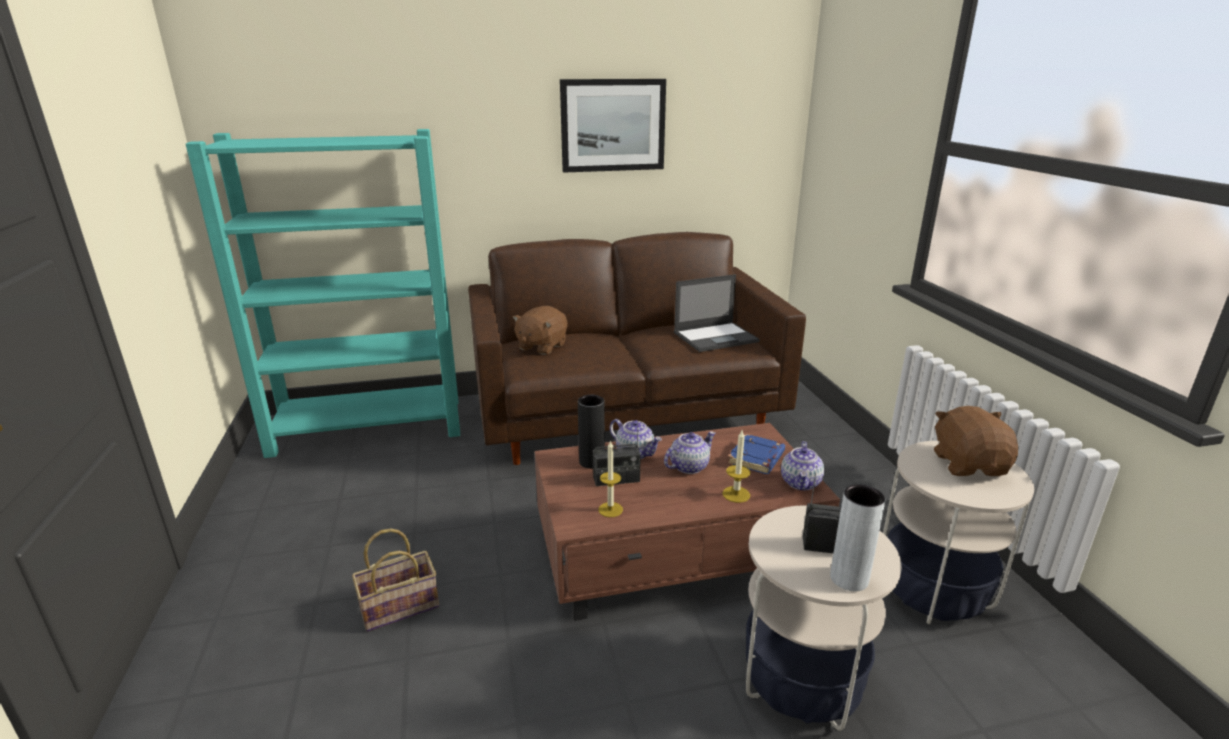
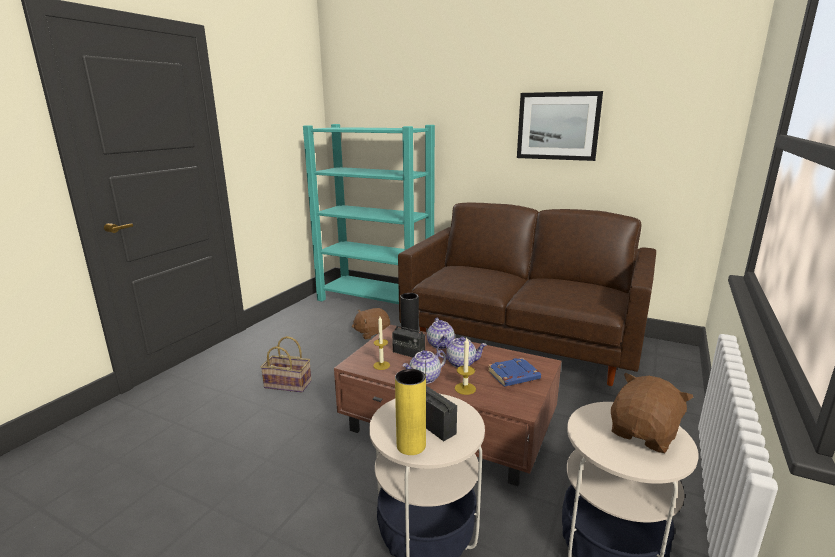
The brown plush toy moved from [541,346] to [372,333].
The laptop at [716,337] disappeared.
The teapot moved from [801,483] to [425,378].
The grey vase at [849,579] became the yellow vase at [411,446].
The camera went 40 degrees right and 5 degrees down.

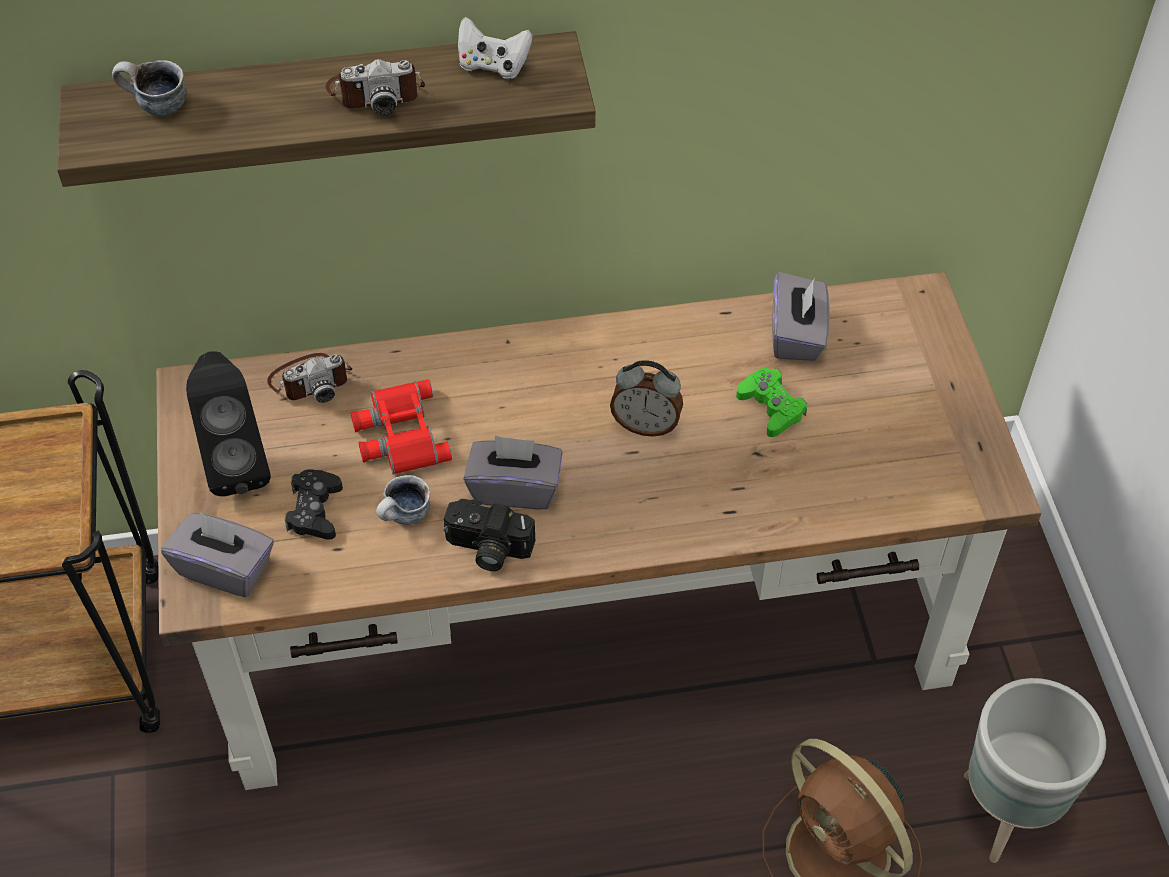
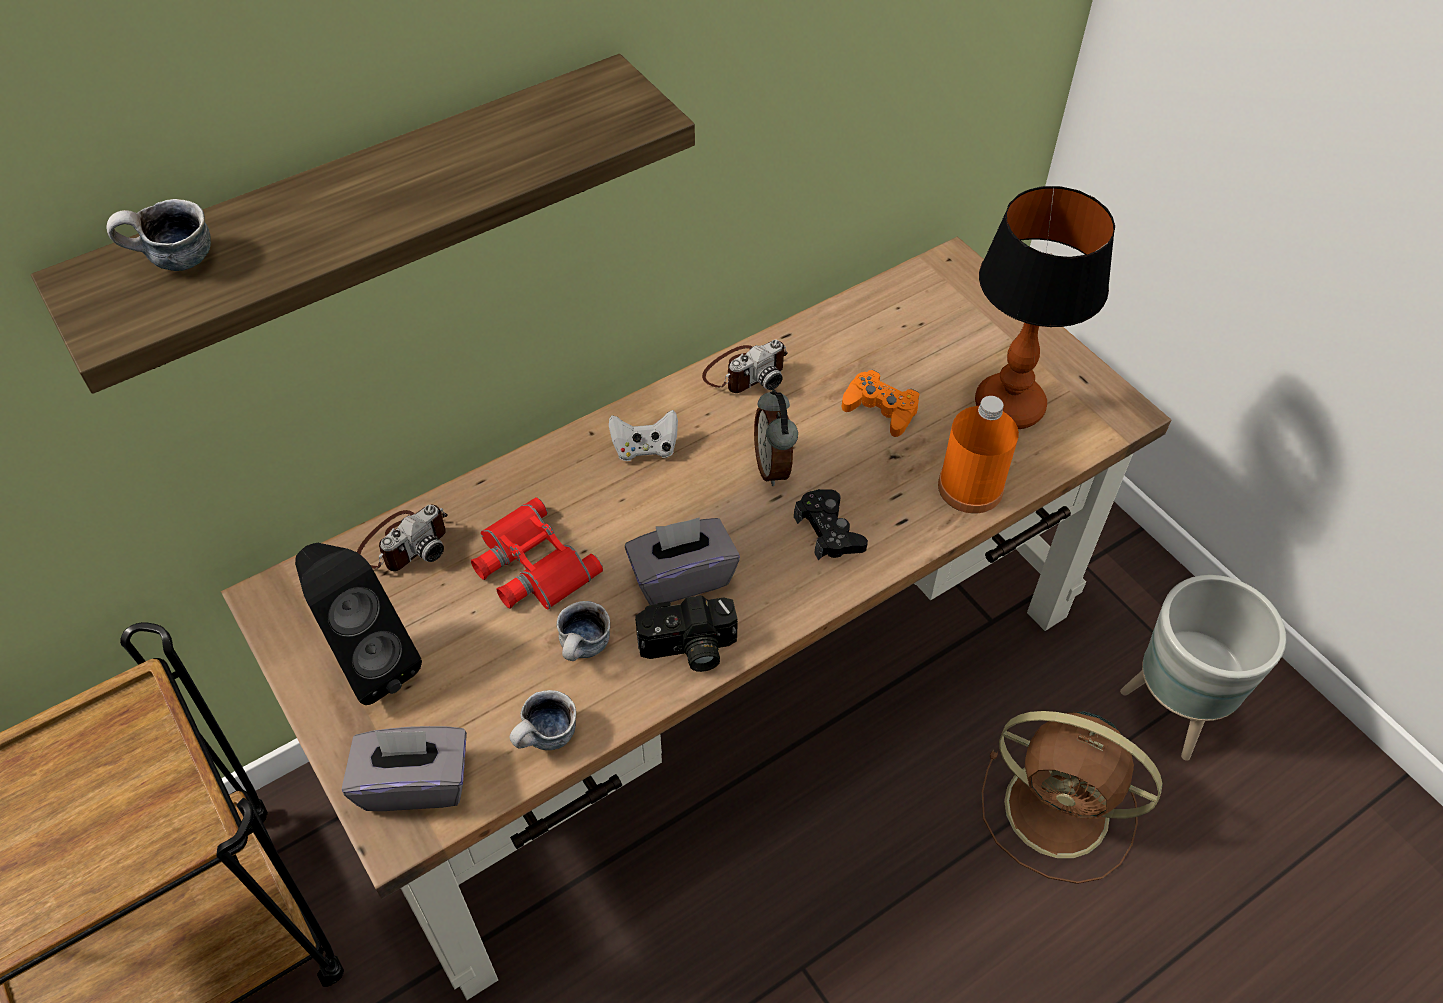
The black game controller moved from [315,511] to [829,531].
The photo camera moved from [376,92] to [745,372].
The white game controller moved from [493,66] to [645,448].
The alarm clock at [646,425] turned 90 degrees clockwise.
The green game controller at [771,407] became the orange game controller at [880,409].
The grey tissue box at [797,335] disappeared.
The mug at [546,739] appeared.
The orange bottle at [970,487] appeared.
The table lamp at [1010,406] appeared.
The camera went 25 degrees left and 0 degrees up.

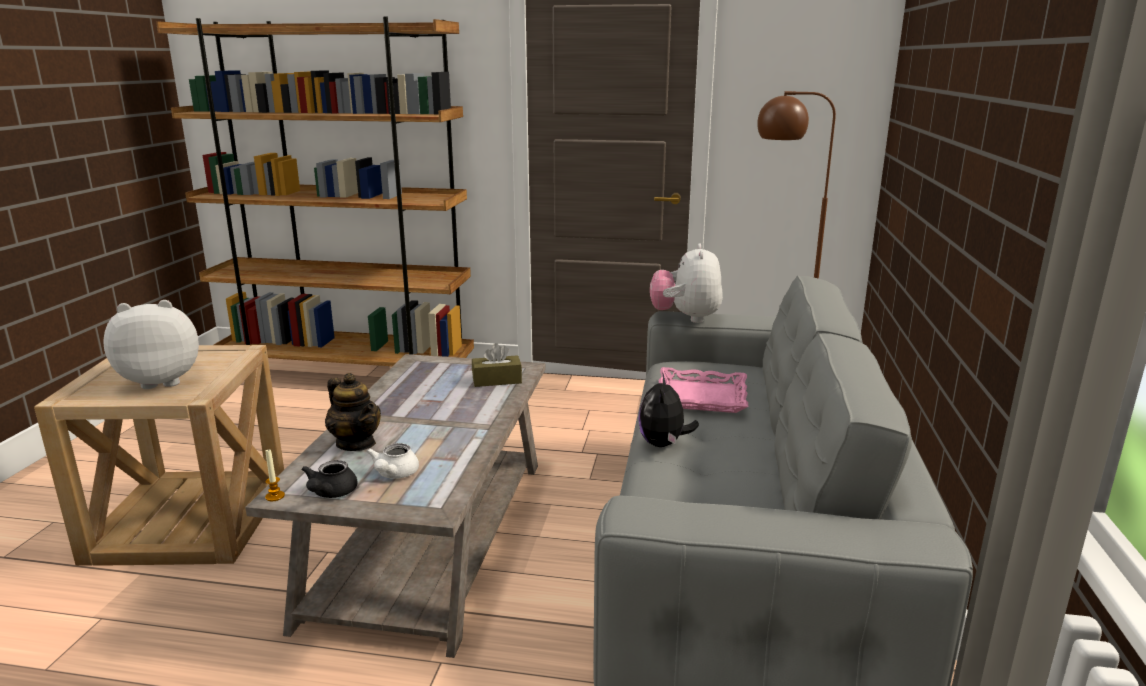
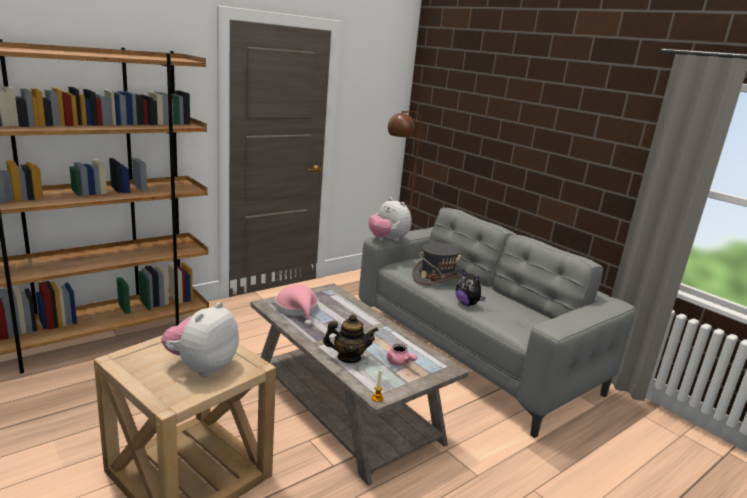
The black teapot at [330,493] disappeared.
The white teapot at [394,474] became the pink teapot at [400,363].
The brown tissue box at [497,380] disappeared.
The pink tray at [701,396] was replaced by the grey hat at [437,278].
The pink hat at [297,309] appeared.
The camera went 50 degrees left and 0 degrees up.

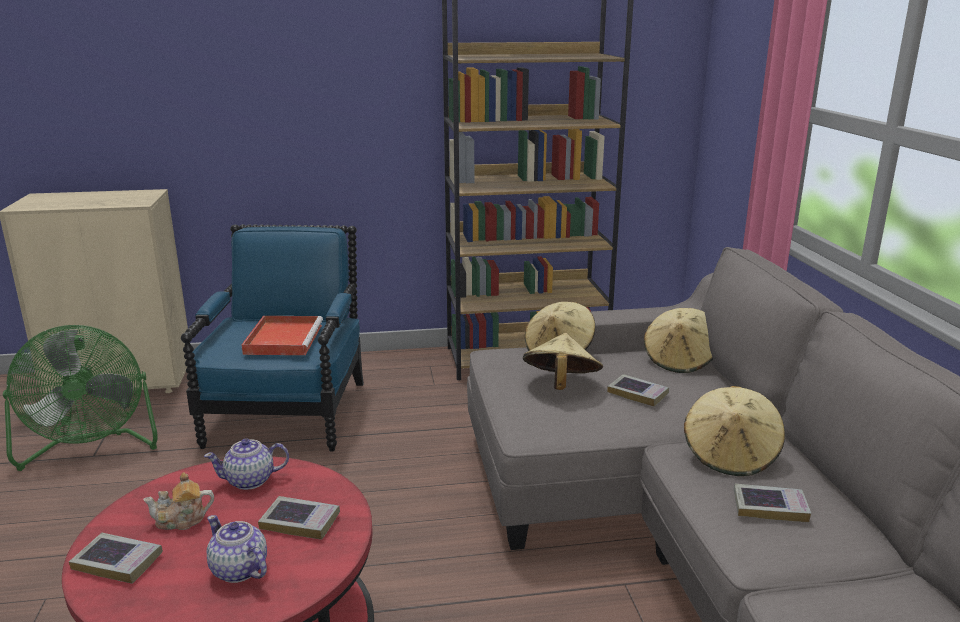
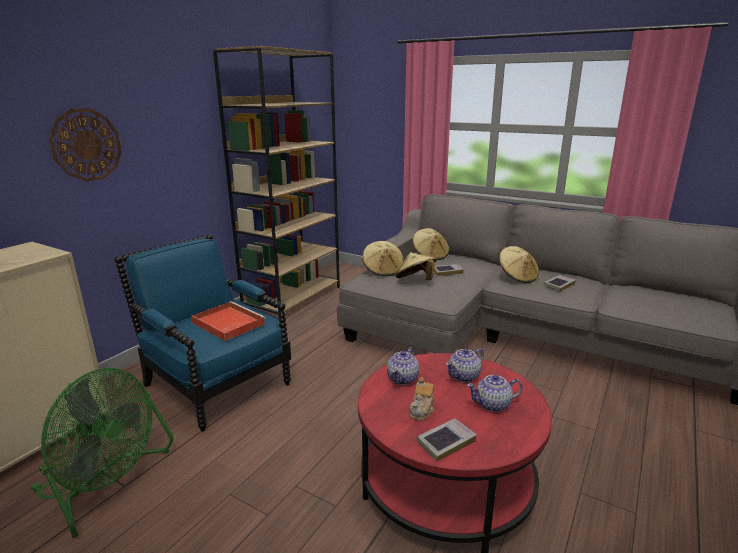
The book at [300,522] was replaced by the teapot at [464,376].
The wall clock at [86,145] appeared.
The camera went 50 degrees left and 0 degrees up.

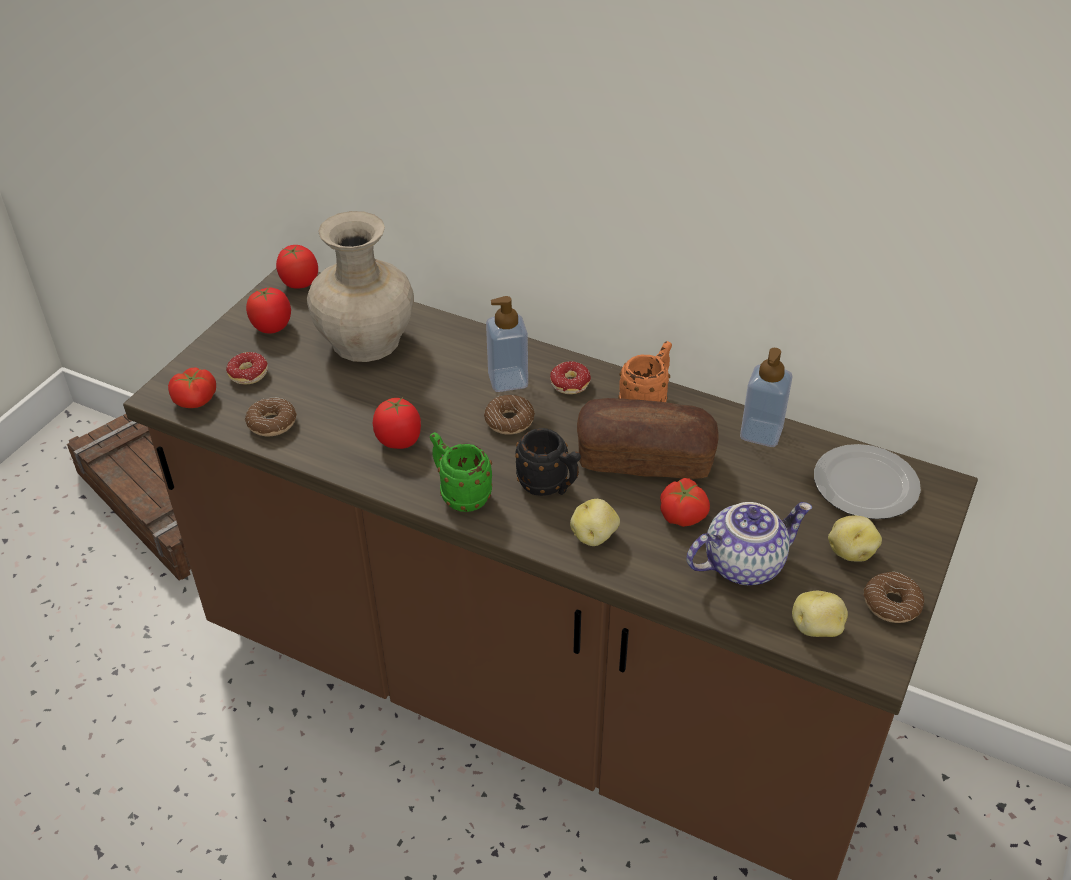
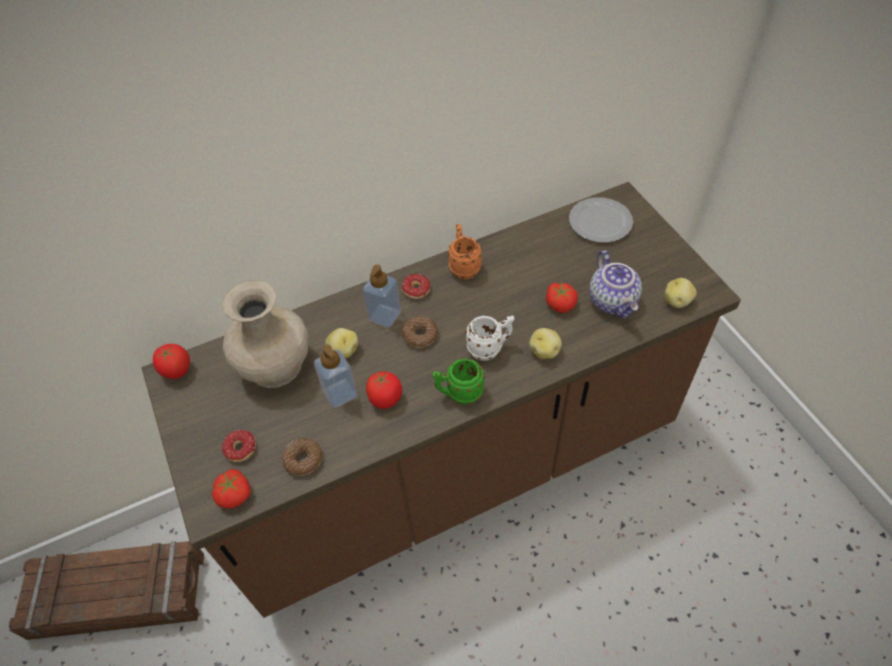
The tomato at [272,327] disappeared.
The black mug at [549,486] became the white mug at [490,348].
The bread at [645,458] disappeared.
The teapot at [743,563] turned 150 degrees clockwise.
The soap dispenser moved from [761,433] to [340,393].
The potato moved from [850,551] to [343,351].
The donut at [891,604] disappeared.
The camera went 50 degrees left and 10 degrees up.

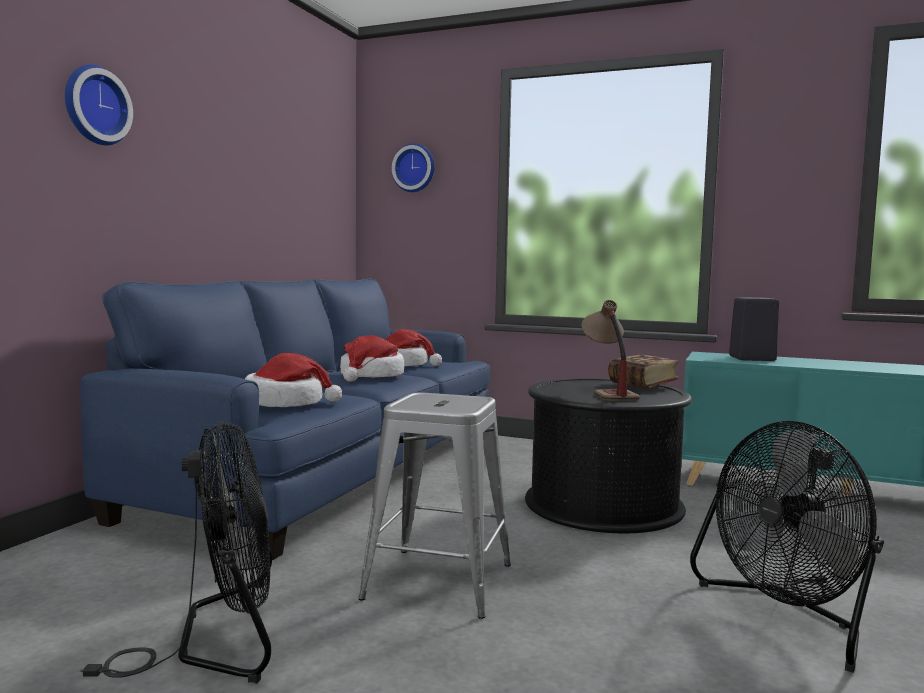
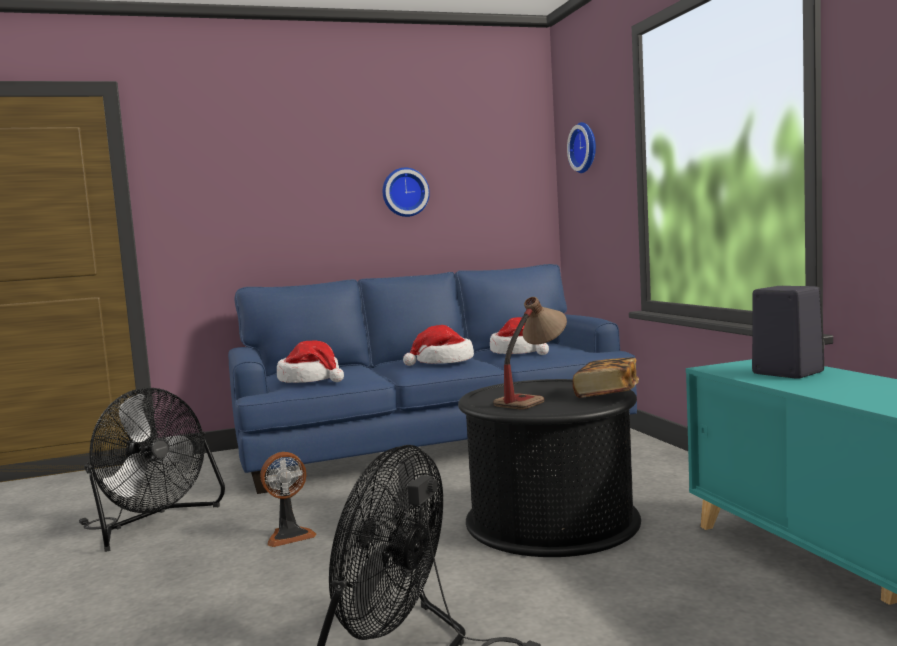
The wall clock moved from [94,106] to [405,192].
The grey stool at [439,582] was replaced by the fan at [289,535].
The camera went 50 degrees right and 0 degrees up.

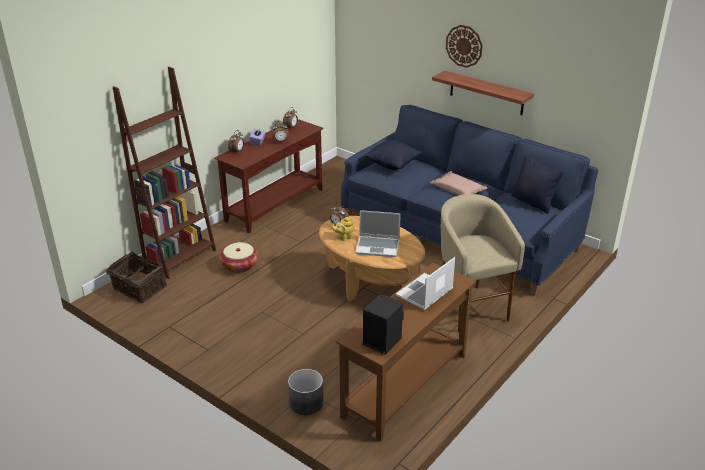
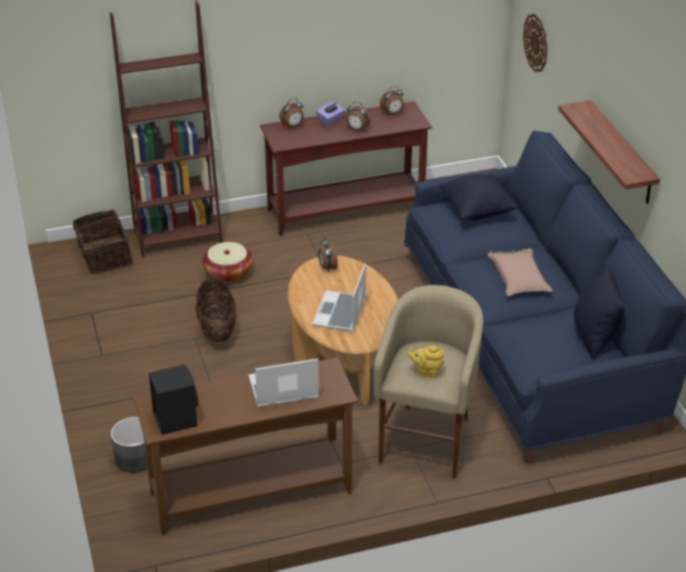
The yellow teapot moved from [344,237] to [427,372].
The laptop at [378,247] turned 60 degrees clockwise.
The wall clock moved from [464,46] to [536,43].
The basket at [217,329] appeared.
The camera went 35 degrees right and 5 degrees up.

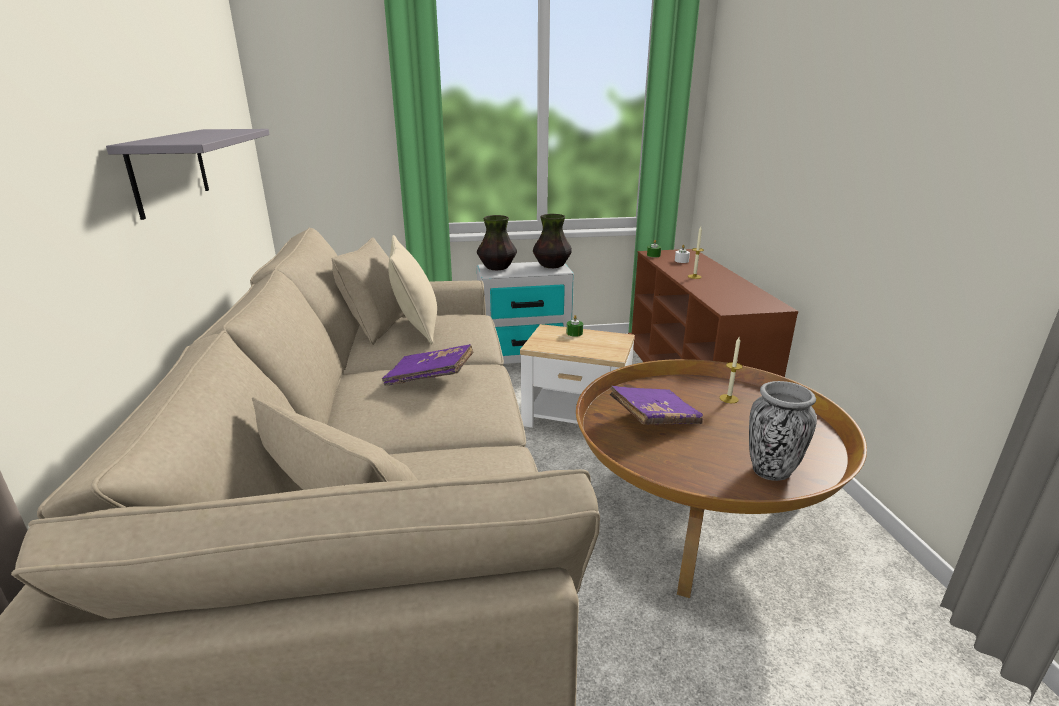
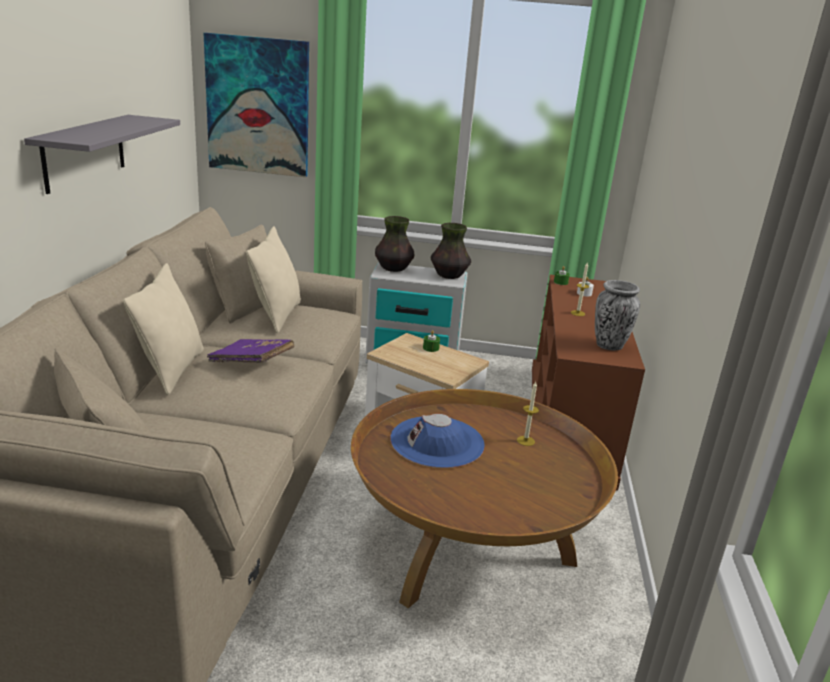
The purple book at [654,418] was replaced by the blue hat at [437,442].
The vase moved from [771,471] to [609,345].
The beige pillow at [171,370] appeared.
The picture at [258,106] appeared.
The camera went 15 degrees right and 0 degrees up.

